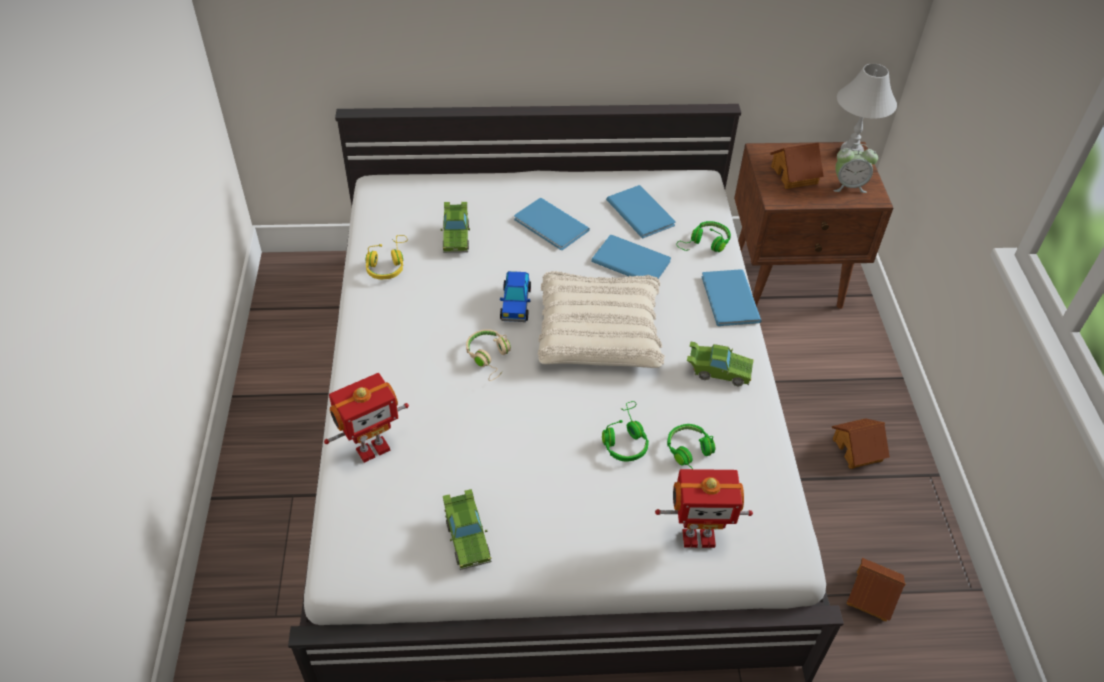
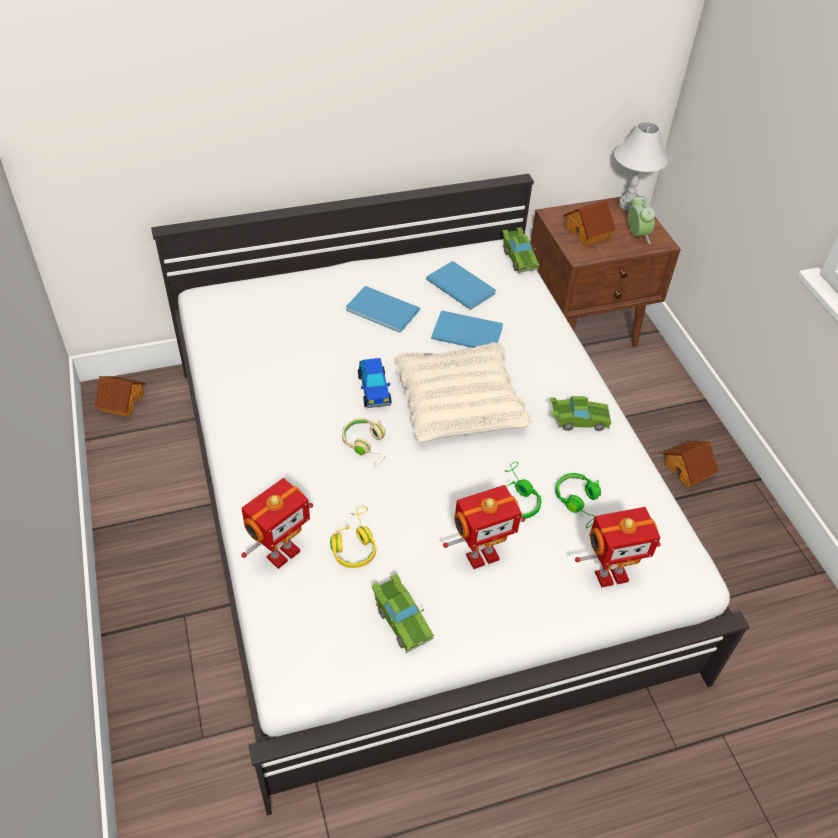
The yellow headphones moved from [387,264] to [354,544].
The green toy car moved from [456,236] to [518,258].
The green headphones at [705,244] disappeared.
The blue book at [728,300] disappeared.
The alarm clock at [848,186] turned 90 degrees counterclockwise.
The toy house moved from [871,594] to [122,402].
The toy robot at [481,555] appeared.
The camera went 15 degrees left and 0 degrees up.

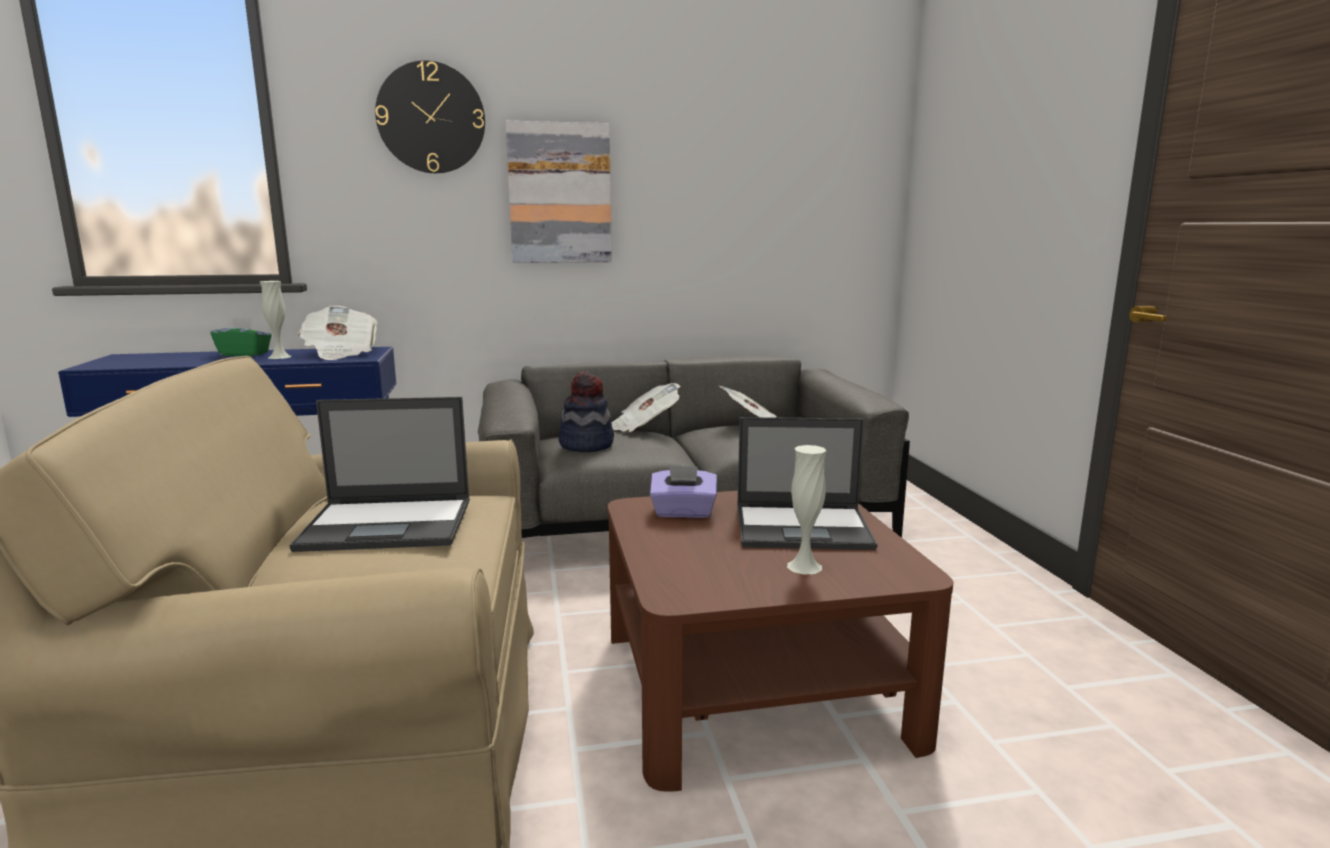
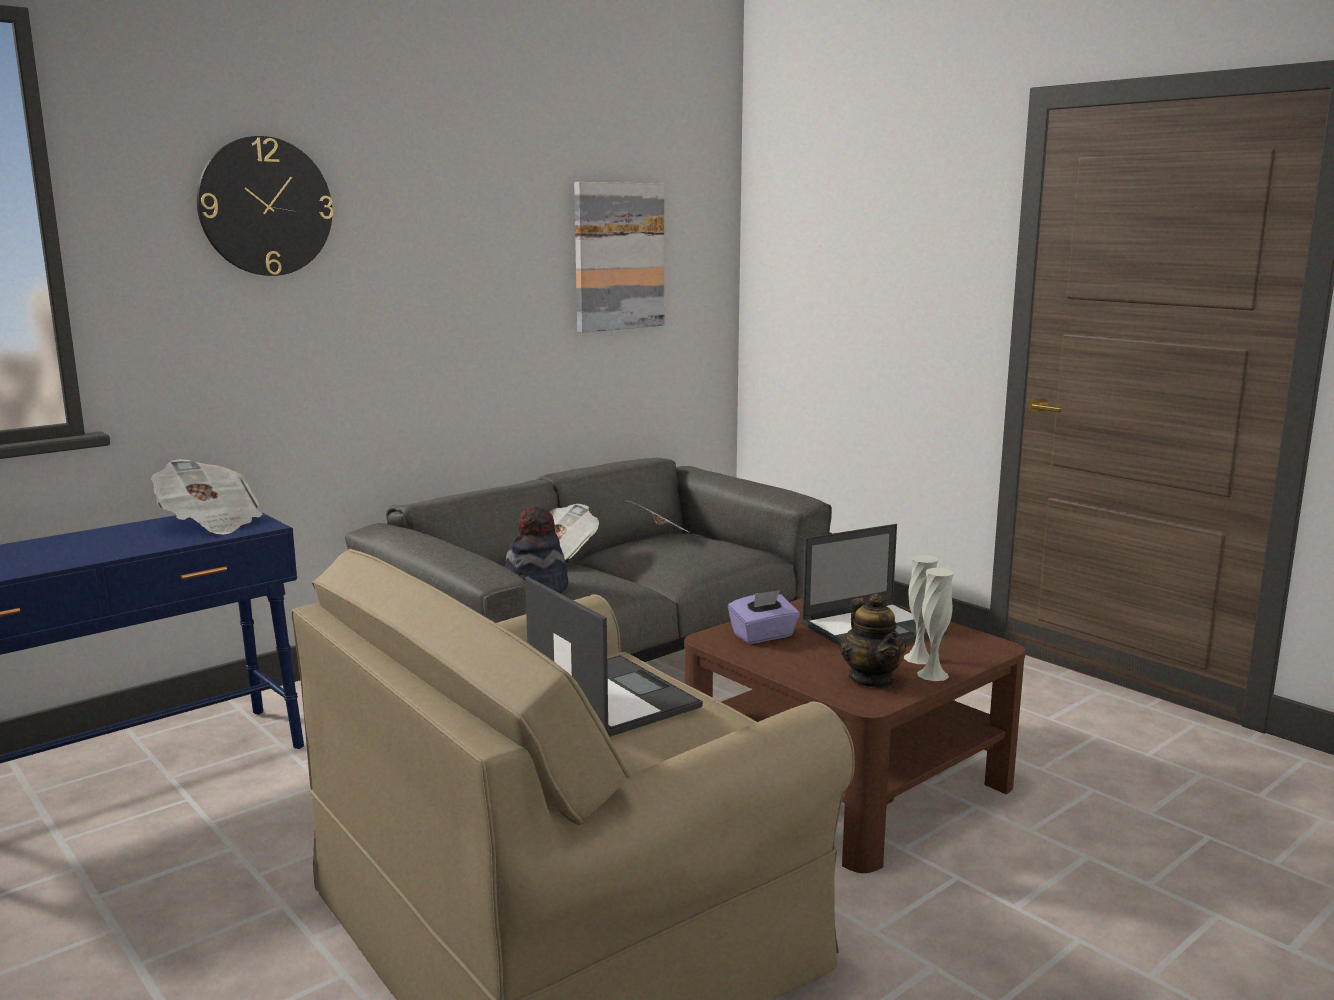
The green tissue box at [244,354] disappeared.
The white vase moved from [279,357] to [932,674].
The laptop at [390,524] turned 90 degrees counterclockwise.
The picture moved from [560,194] to [618,256].
The teapot at [872,679] appeared.
The camera went 30 degrees left and 0 degrees up.

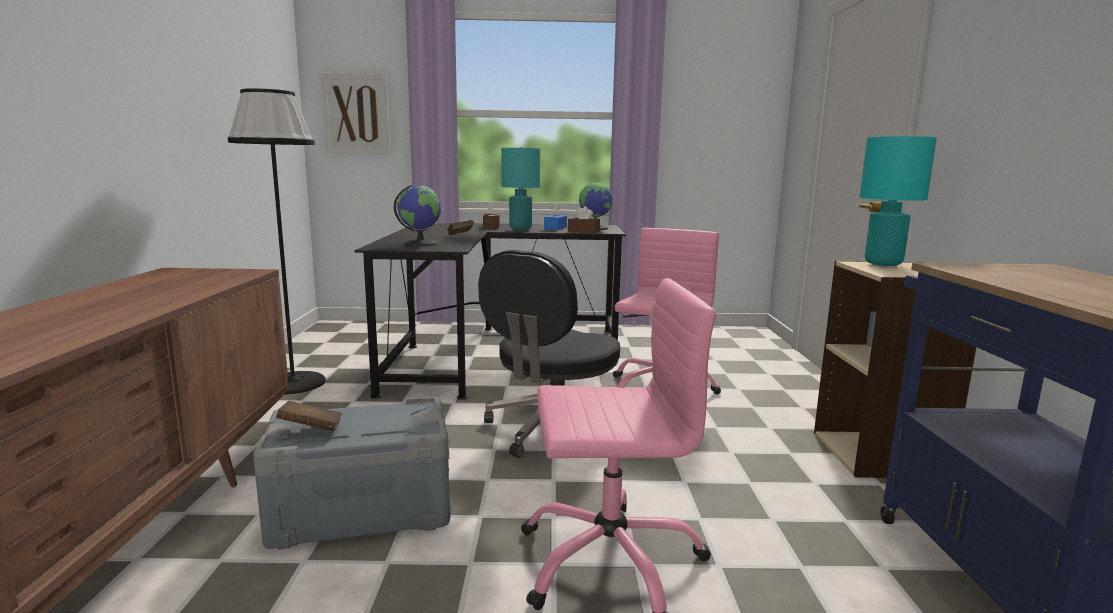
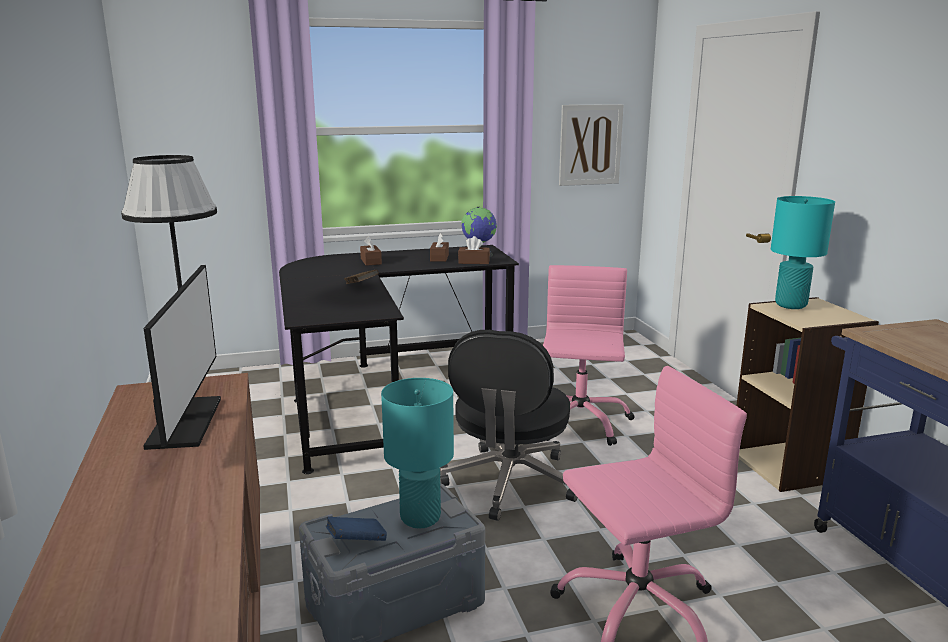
The brown book at [311,430] became the blue book at [356,542].
The picture moved from [356,114] to [590,145].
The globe at [420,243] disappeared.
The turquoise table lamp moved from [520,229] to [420,521].
The blue tissue box at [555,228] became the brown tissue box at [439,258].
The monitor at [185,422] appeared.
The camera went 15 degrees left and 5 degrees up.

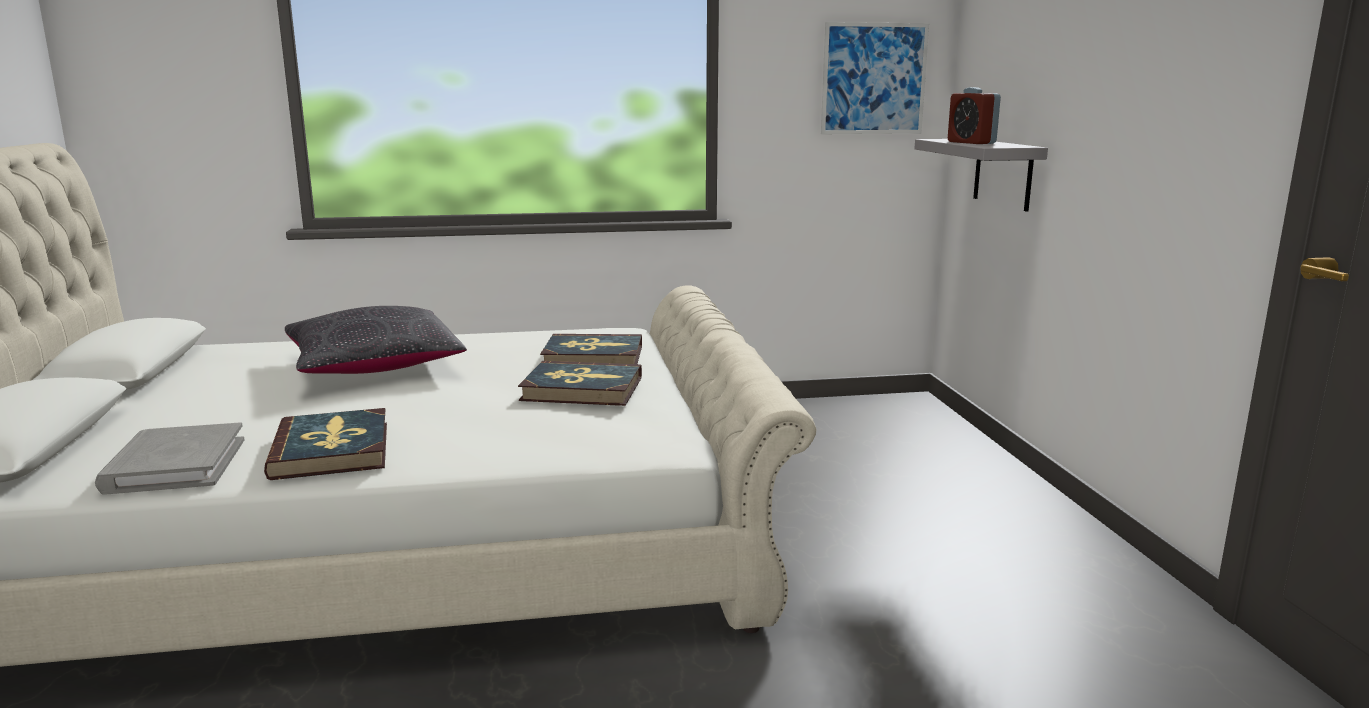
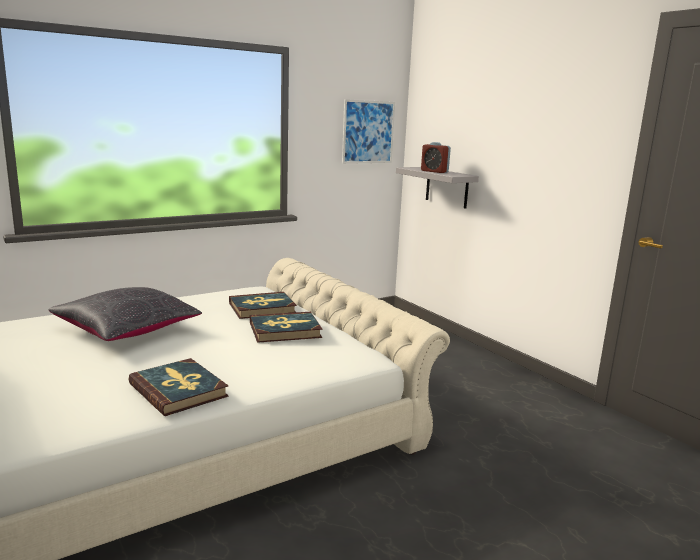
The grey book at [175,465] disappeared.
The camera went 25 degrees left and 0 degrees up.

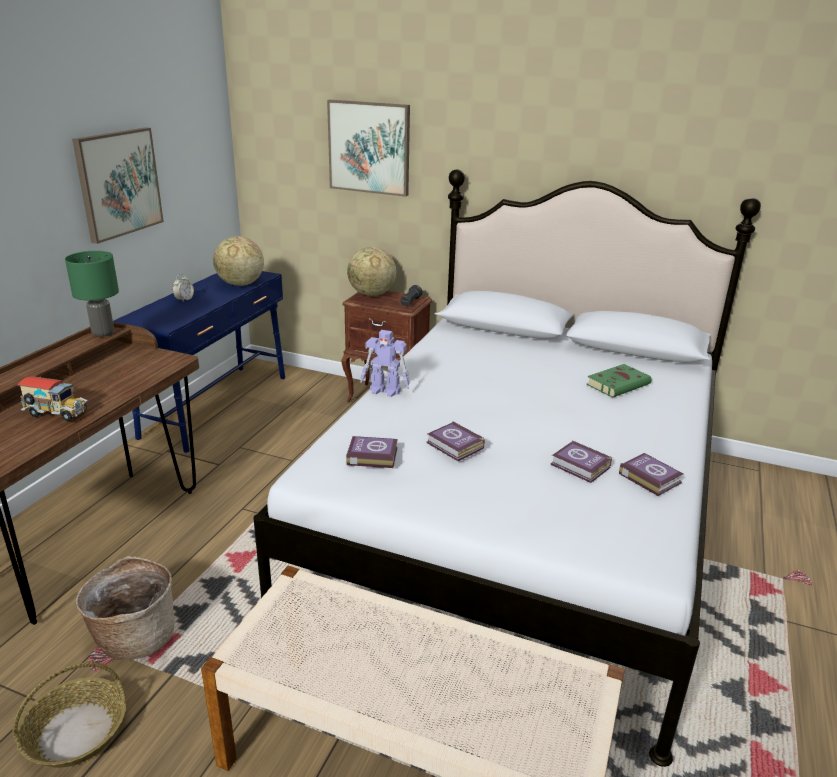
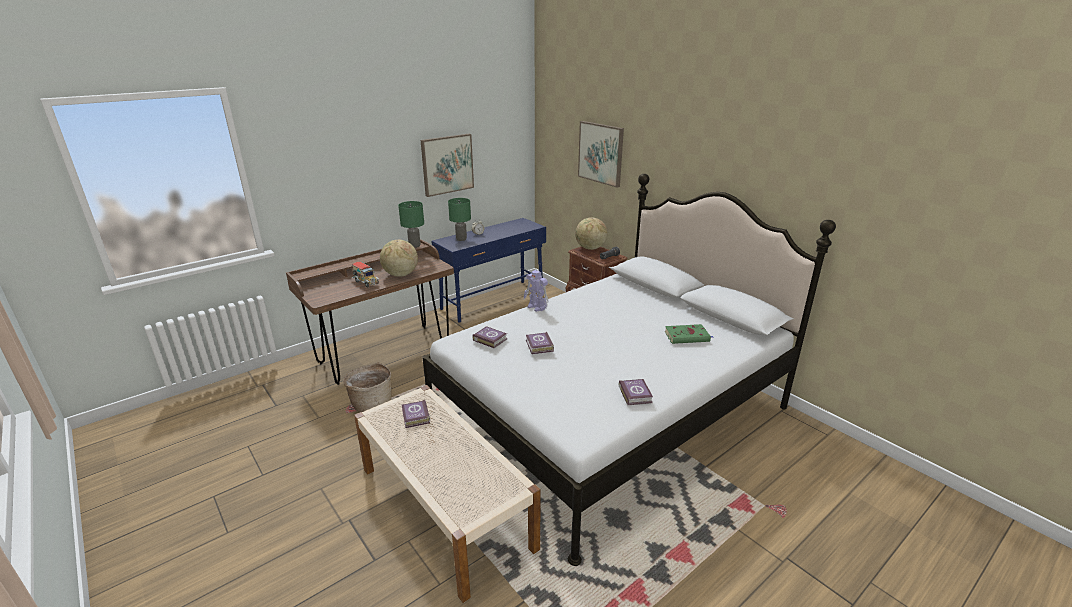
The basket at [75,733] disappeared.
The globe moved from [240,284] to [400,275].
The book moved from [581,467] to [415,417].
The green table lamp at [460,239] appeared.
The camera went 30 degrees right and 0 degrees up.

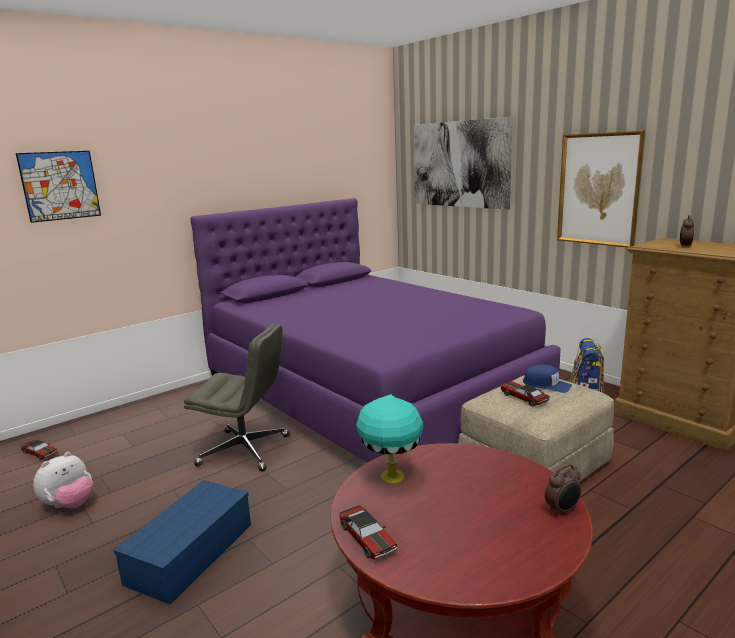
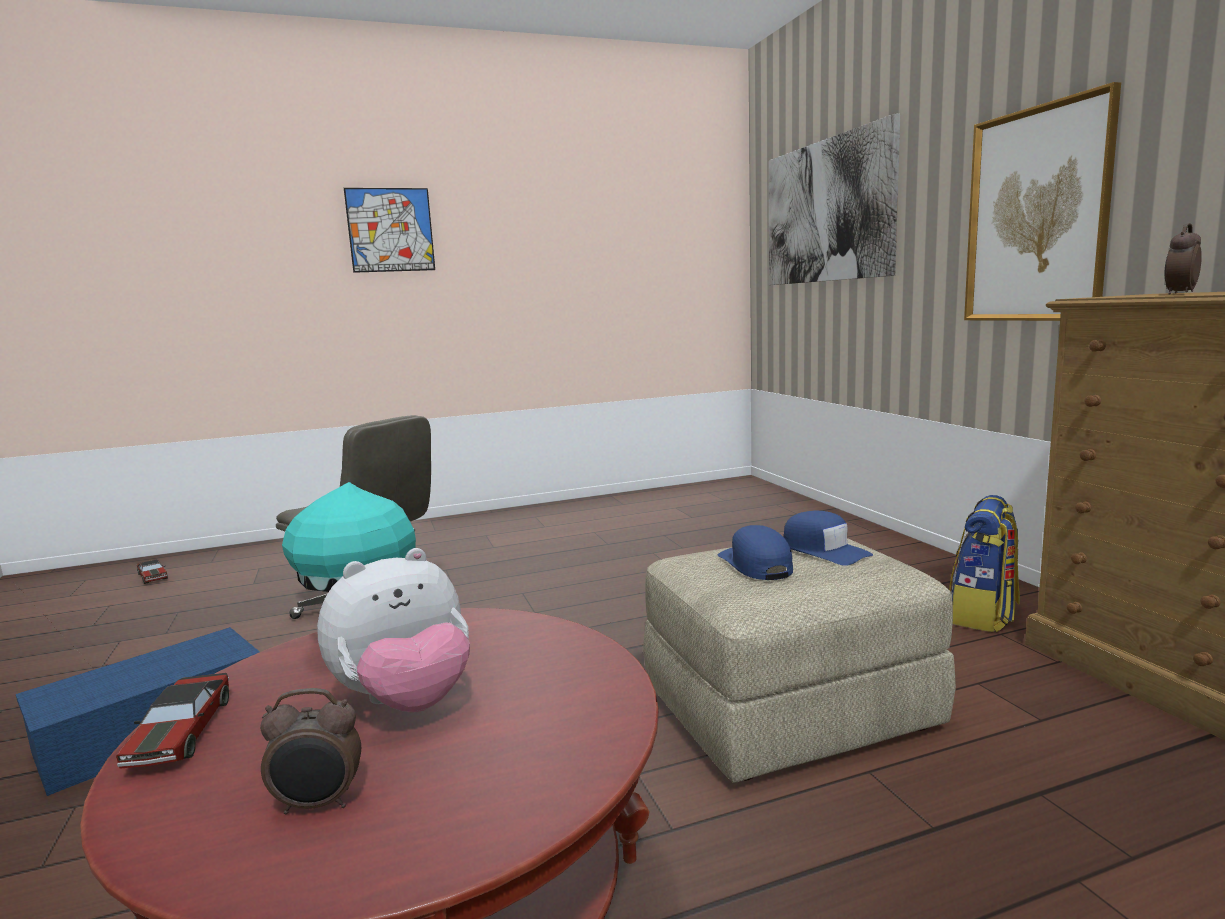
The picture moved from [60,185] to [390,230].
The plush toy moved from [69,505] to [406,702].
The purple bed at [369,391] disappeared.
The toy car at [524,398] was replaced by the blue cap at [755,564].
The alarm clock moved from [562,510] to [319,804].
The camera went 20 degrees right and 5 degrees down.

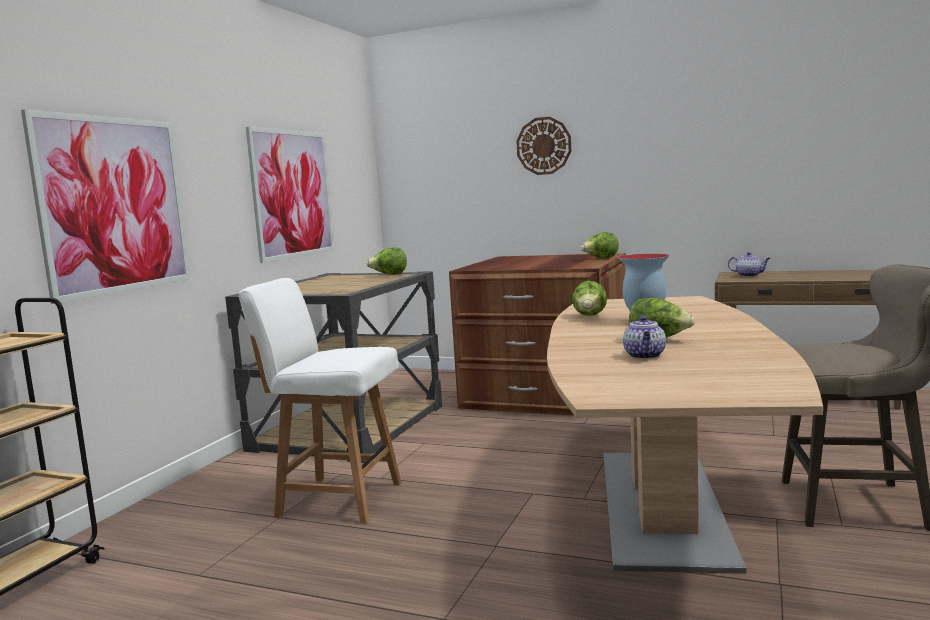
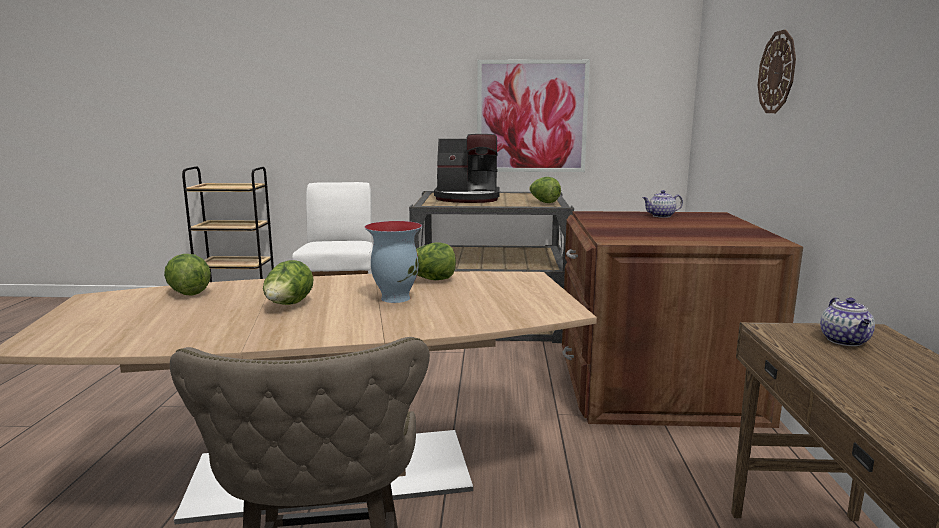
The picture at [114,205] disappeared.
The lettuce moved from [600,258] to [188,292].
The teapot moved from [645,356] to [661,216].
The coffee machine at [468,198] appeared.
The camera went 70 degrees right and 5 degrees up.

